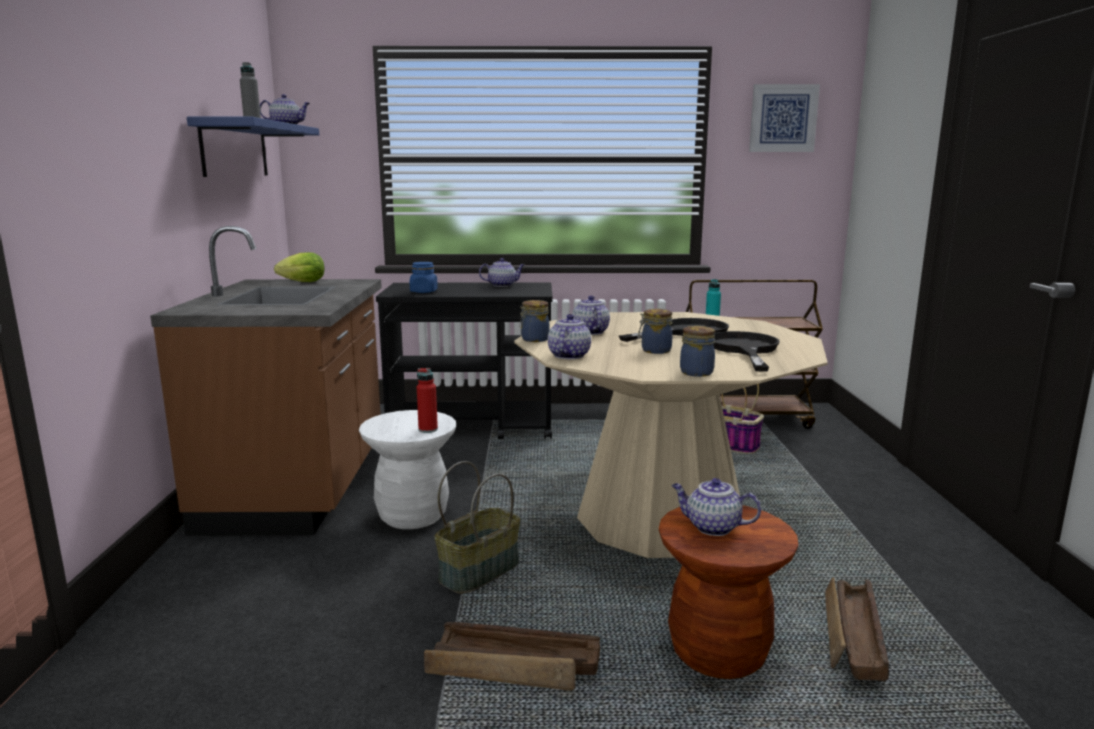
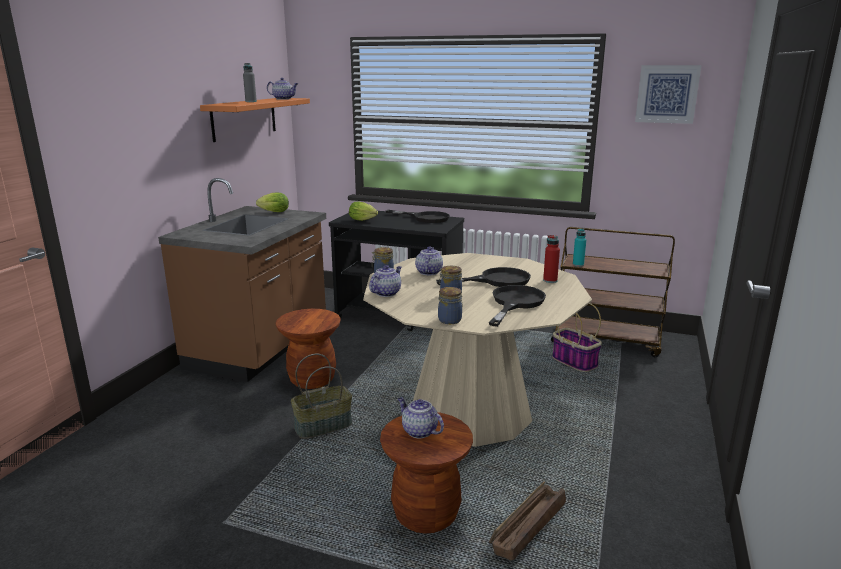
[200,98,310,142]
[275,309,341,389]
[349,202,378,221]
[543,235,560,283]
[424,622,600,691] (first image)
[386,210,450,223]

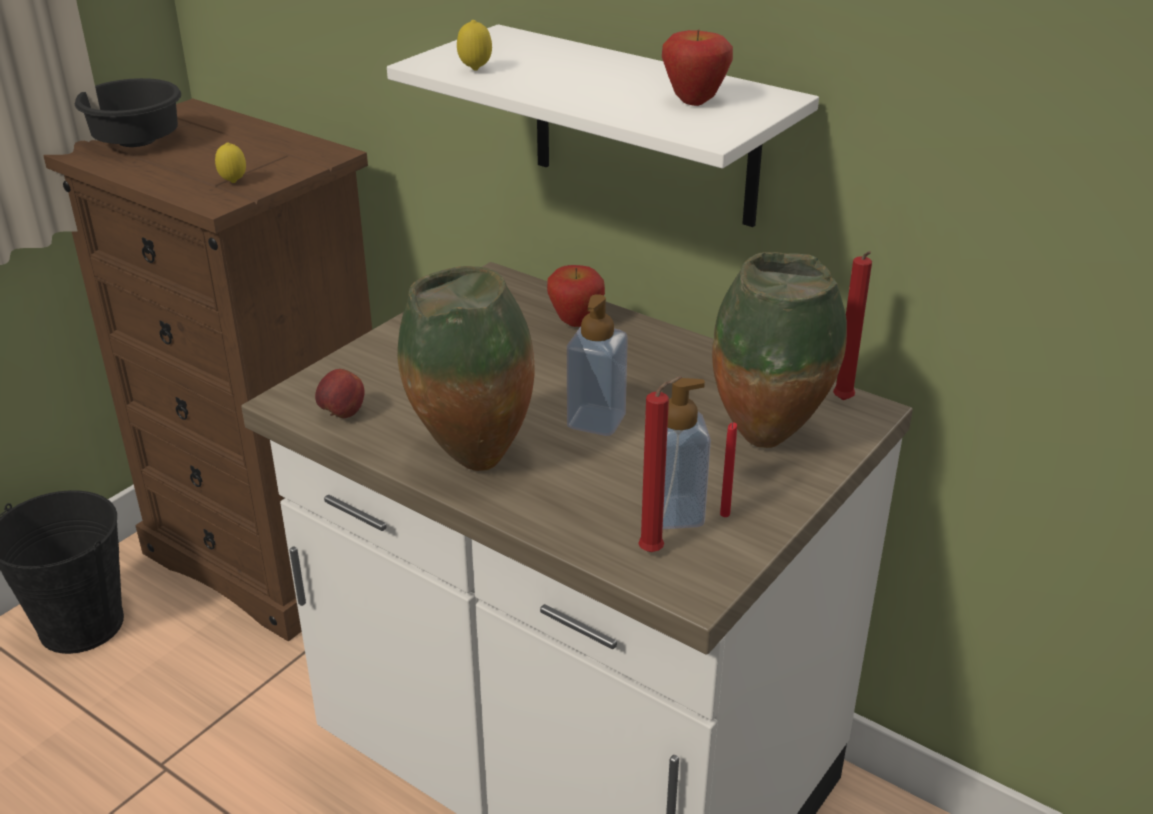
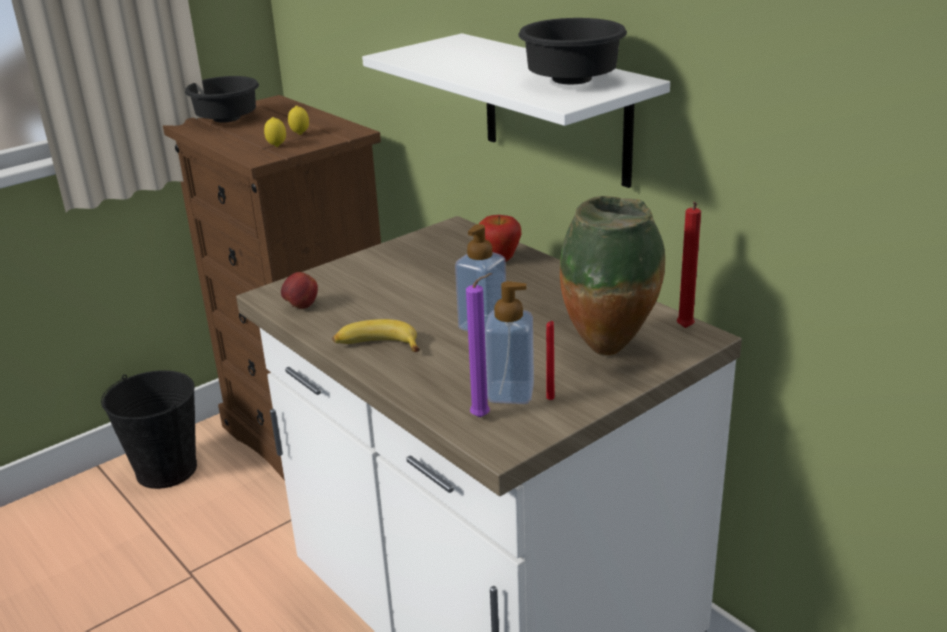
[332,319,420,352]
[288,106,309,135]
[466,273,492,417]
[519,18,627,84]

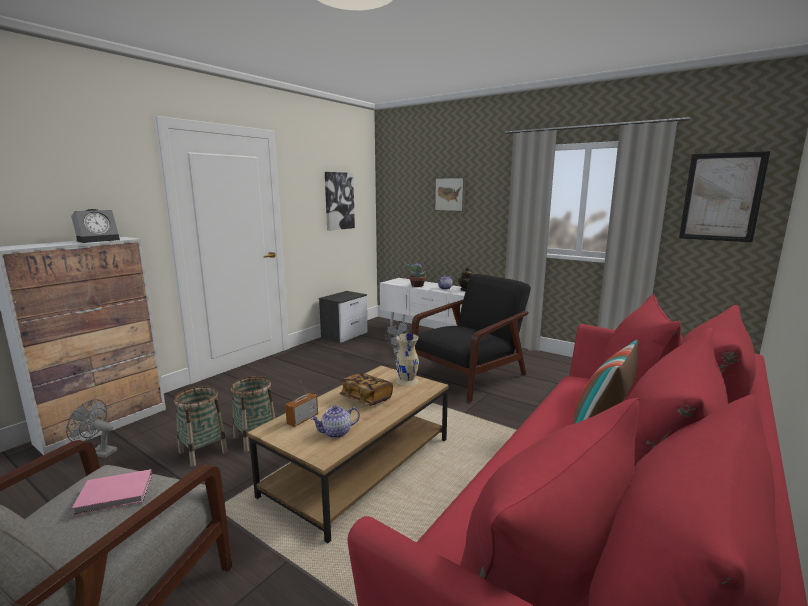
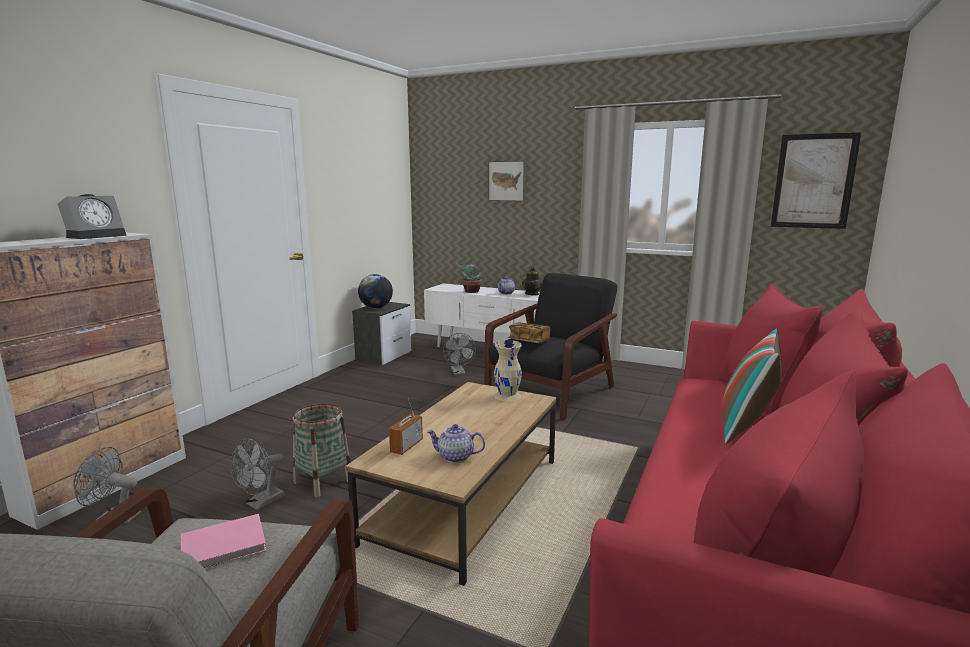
[230,438,285,510]
[427,424,485,463]
[325,172,355,231] (first image)
[508,323,551,343]
[358,274,393,308]

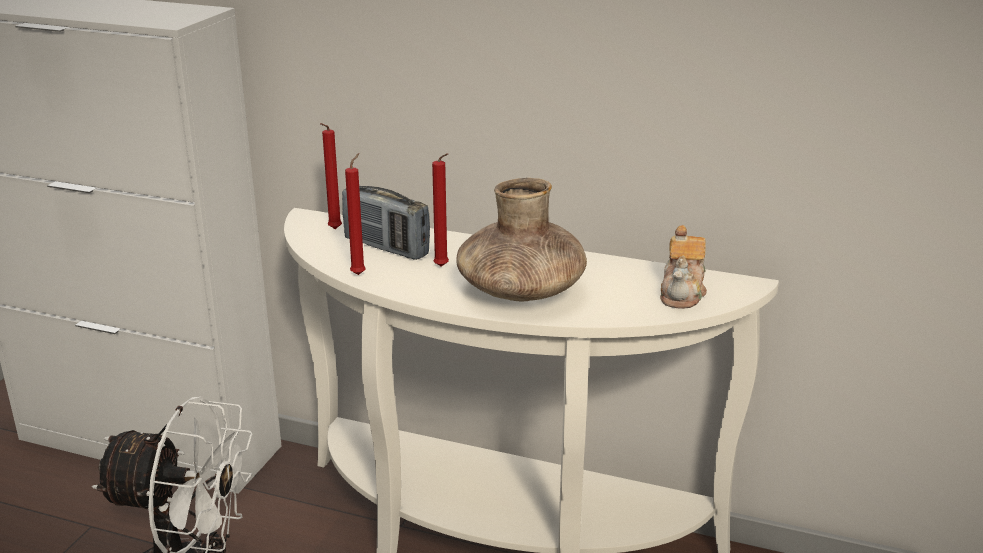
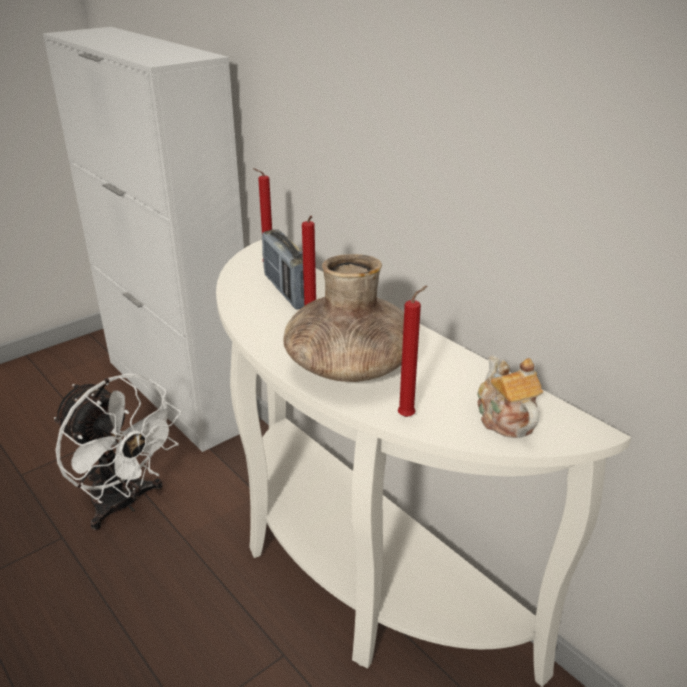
[398,286,427,417]
[477,355,543,438]

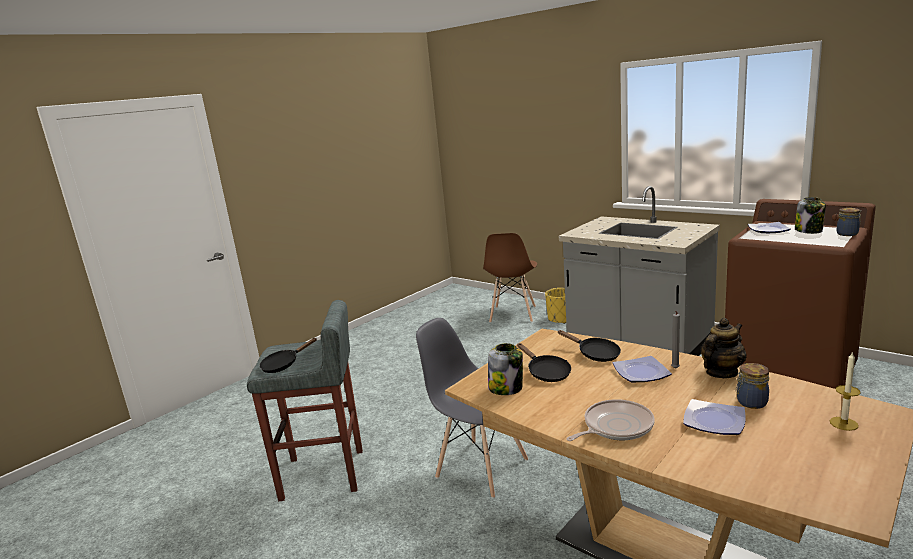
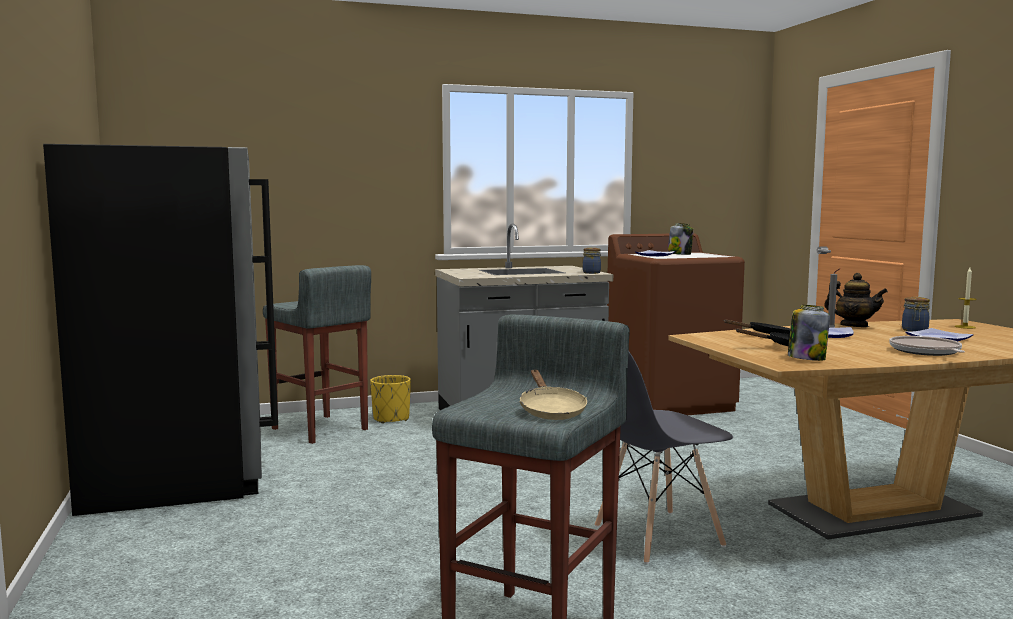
[519,370,587,420]
[263,265,371,444]
[824,273,888,327]
[583,247,601,274]
[43,144,278,516]

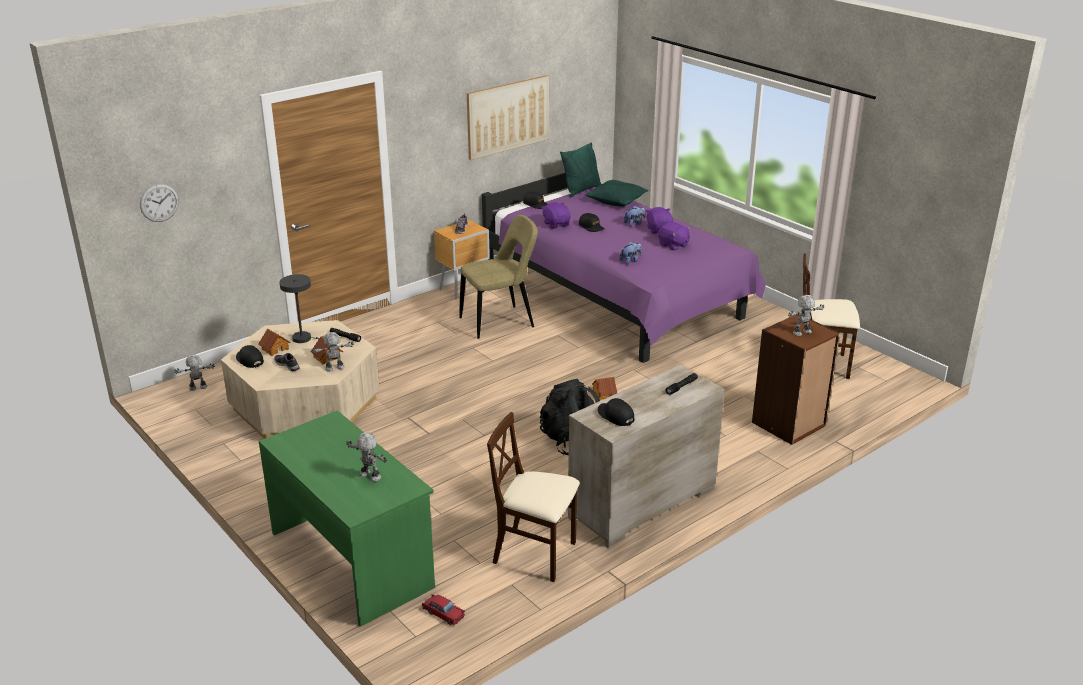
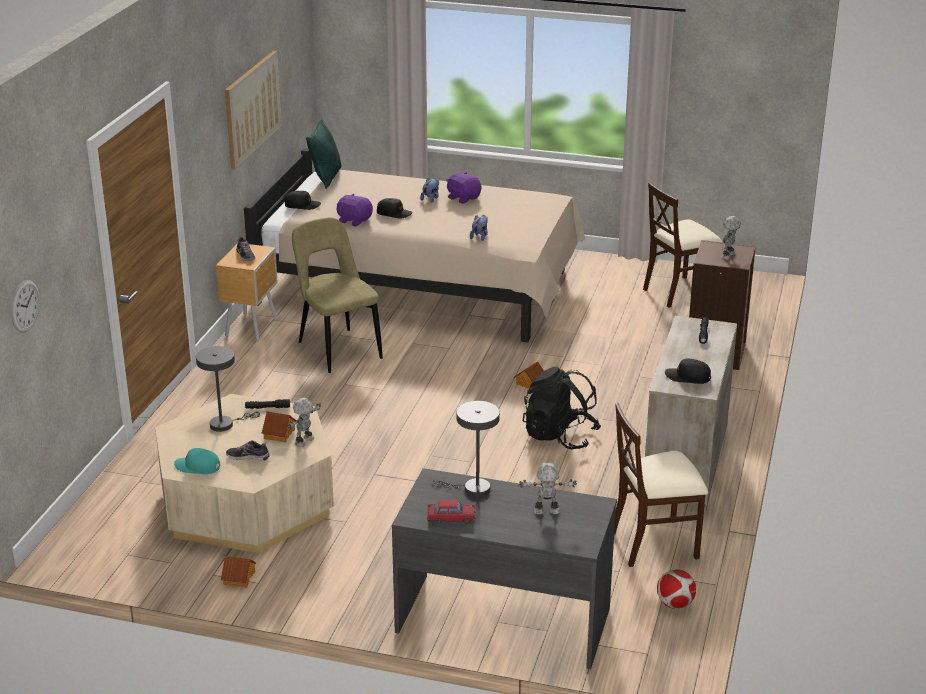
[174,354,215,391] (first image)
[174,448,220,474]
[221,556,256,588]
[392,468,617,669]
[427,499,476,524]
[292,217,383,373]
[244,148,585,342]
[585,180,649,207] (first image)
[658,222,690,251] (first image)
[433,401,500,497]
[657,569,696,609]

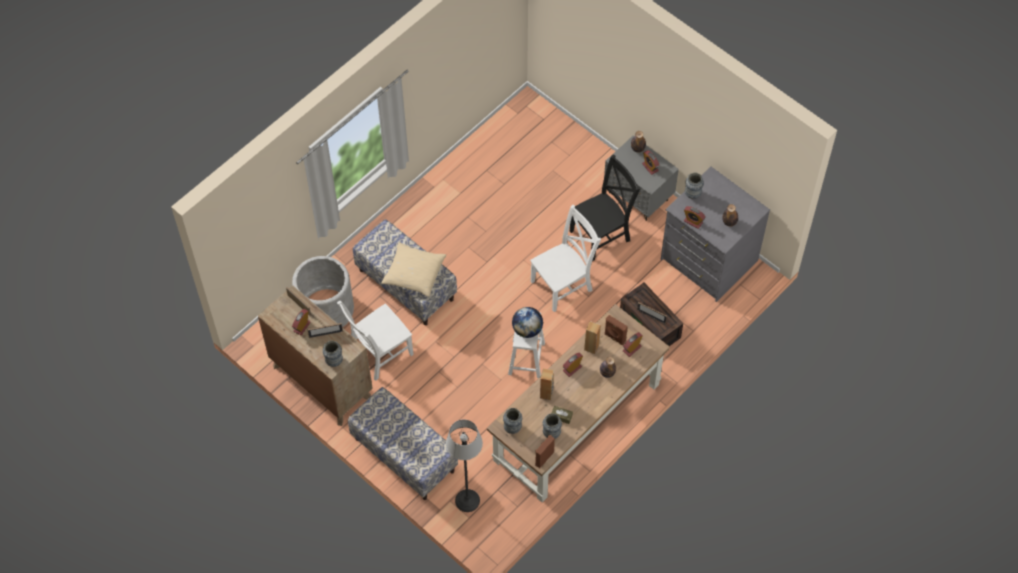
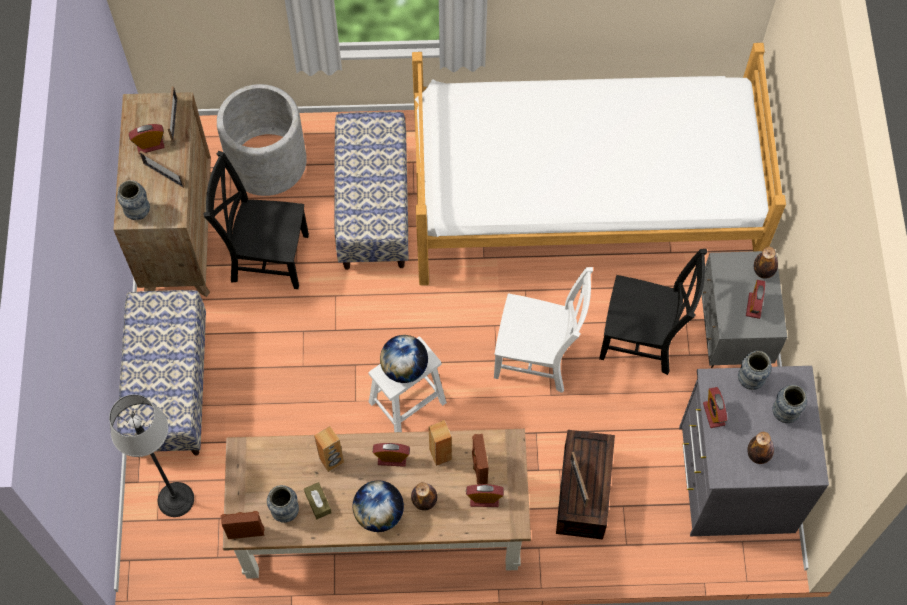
[204,151,309,289]
[381,242,446,297] (first image)
[772,385,807,423]
[353,481,404,532]
[412,43,786,285]

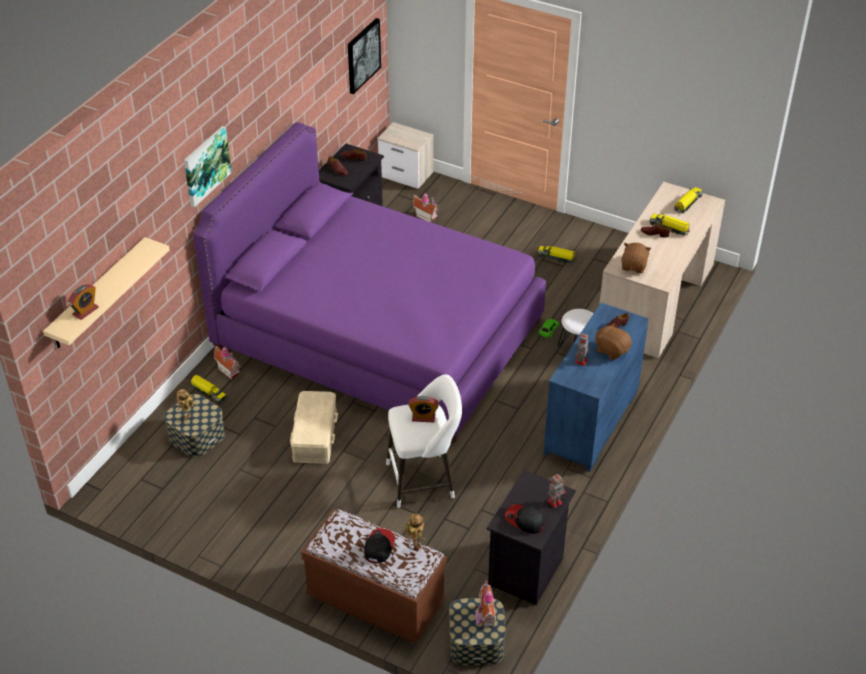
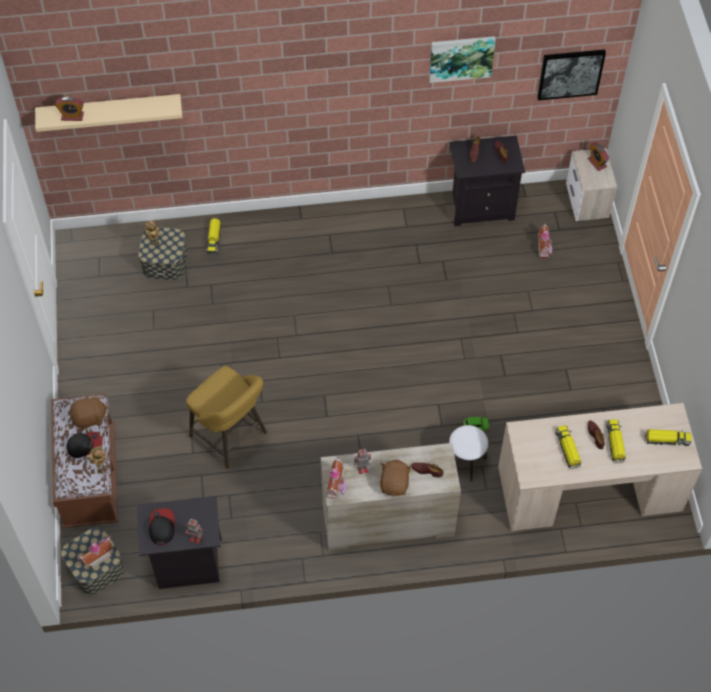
[429,36,496,83]
[193,122,546,444] (first image)
[326,457,347,499]
[290,391,338,464] (first image)
[186,366,267,469]
[588,142,609,171]
[556,425,581,469]
[321,443,461,551]
[70,394,108,429]

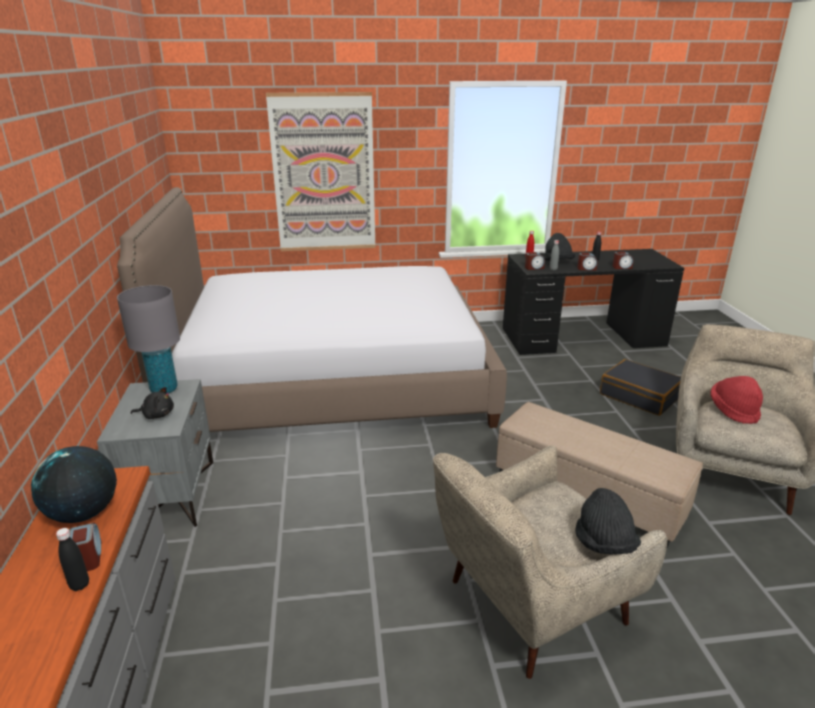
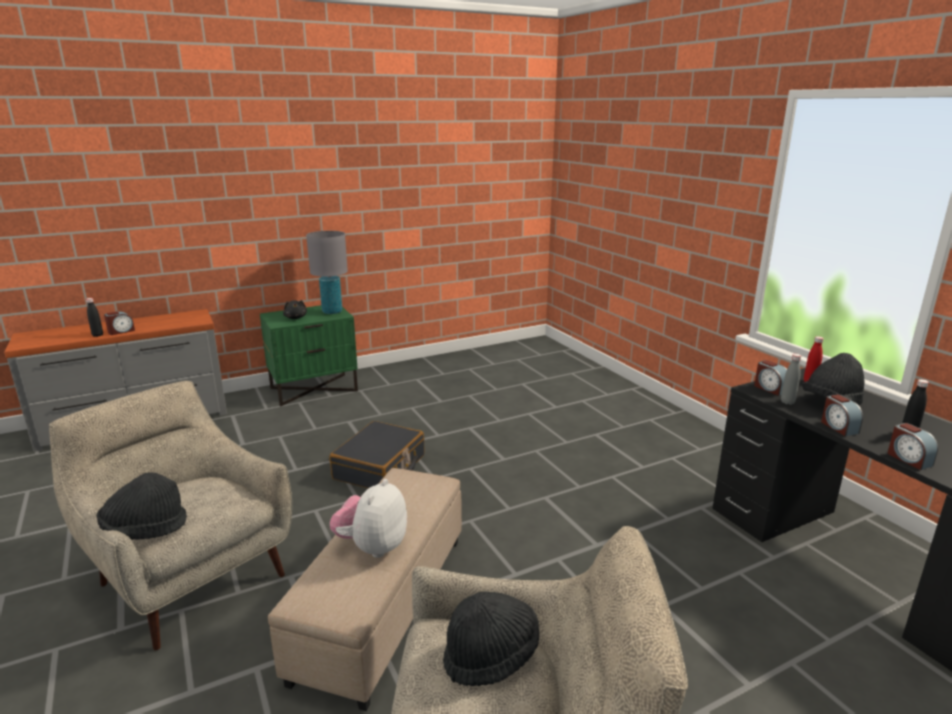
[31,446,117,523] (first image)
[260,305,358,406]
[117,187,507,432] (first image)
[266,92,376,251] (first image)
[329,421,424,488]
[443,591,539,686]
[330,479,407,558]

